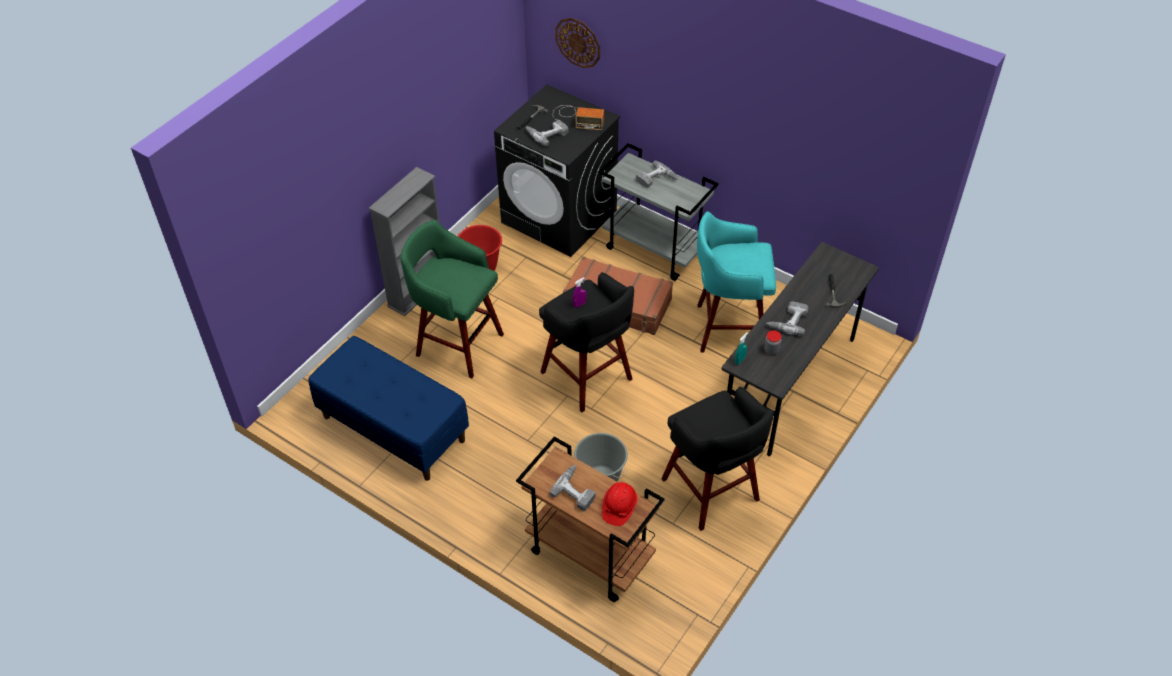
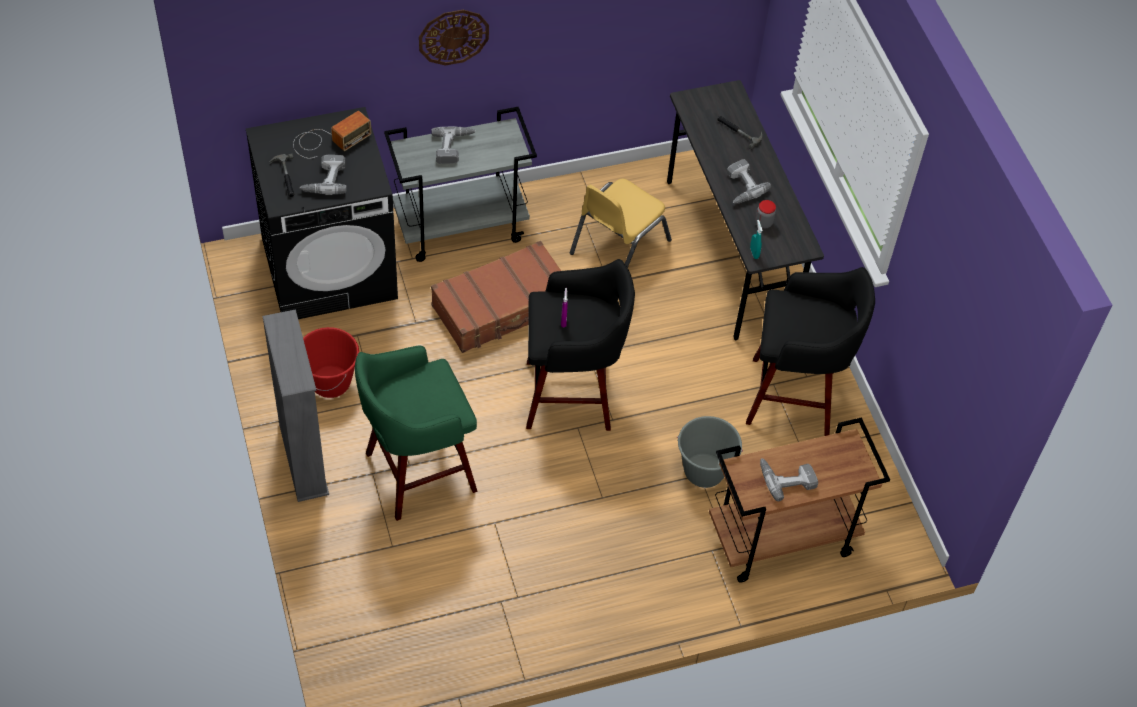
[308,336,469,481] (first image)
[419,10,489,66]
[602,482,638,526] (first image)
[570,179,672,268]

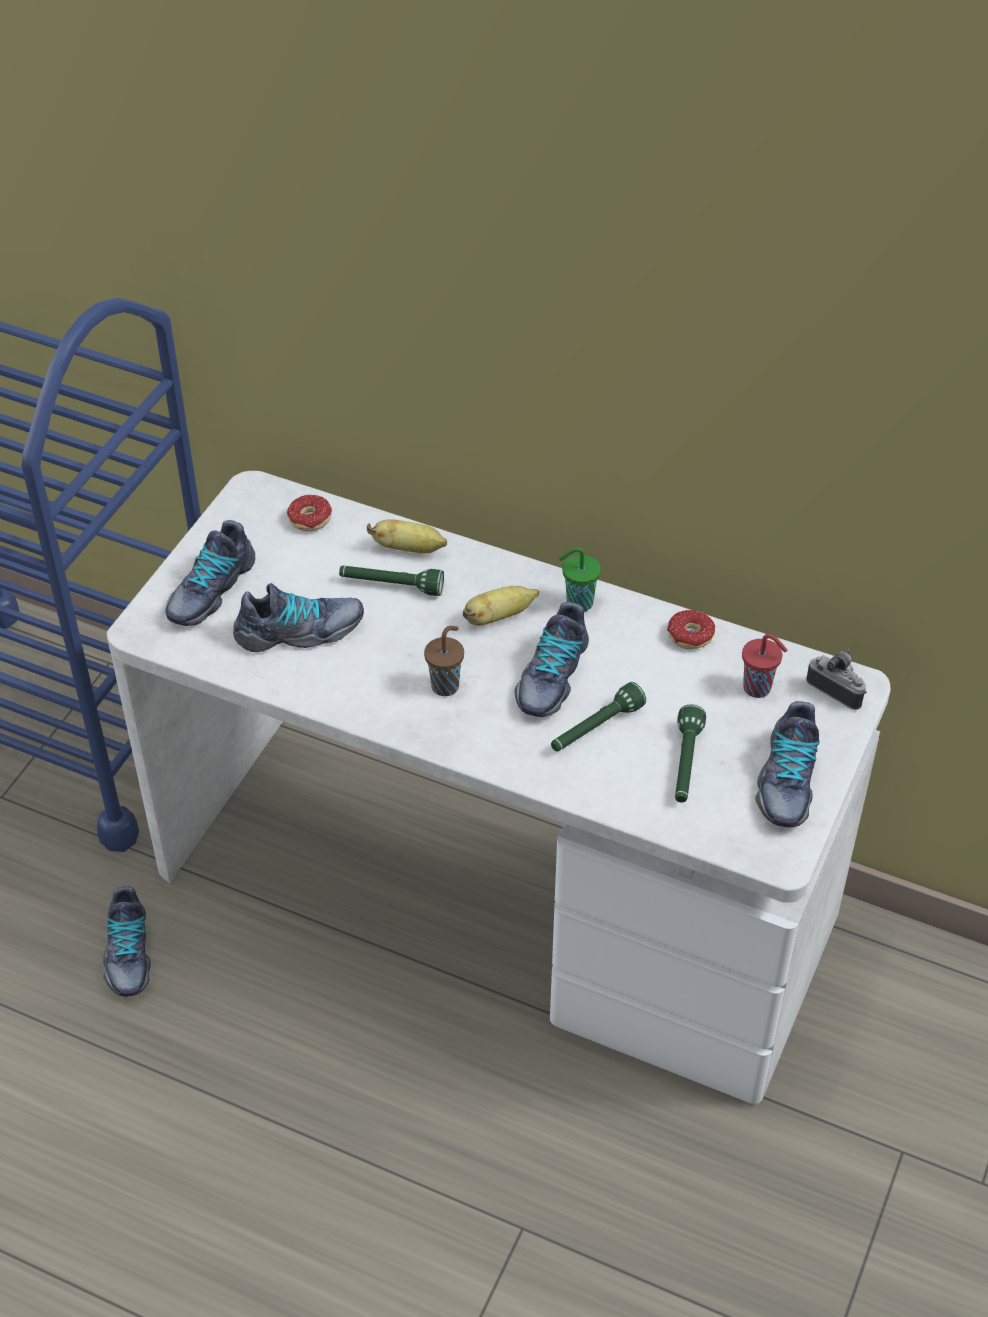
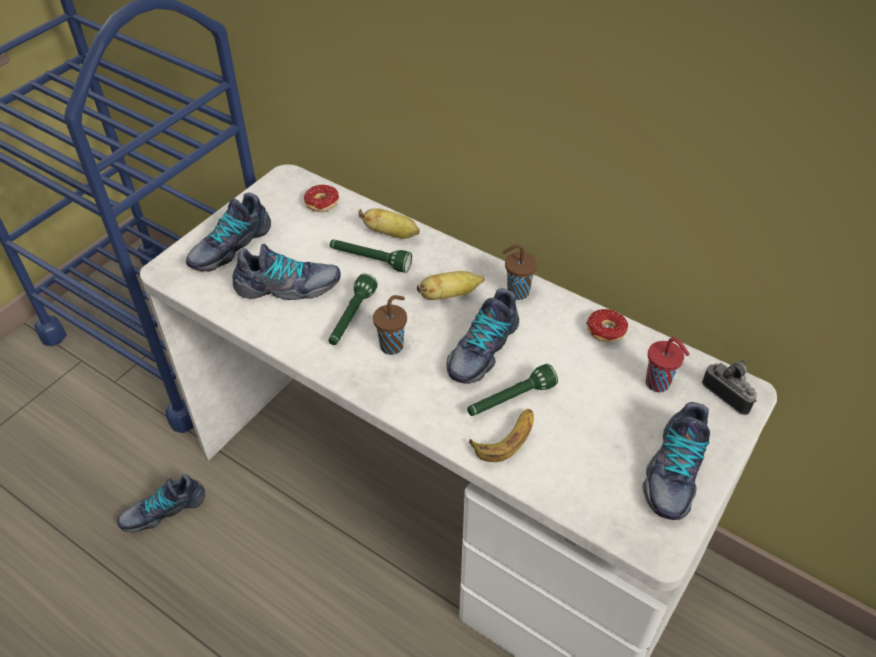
[117,474,205,533]
[502,244,537,300]
[328,274,378,345]
[469,409,534,462]

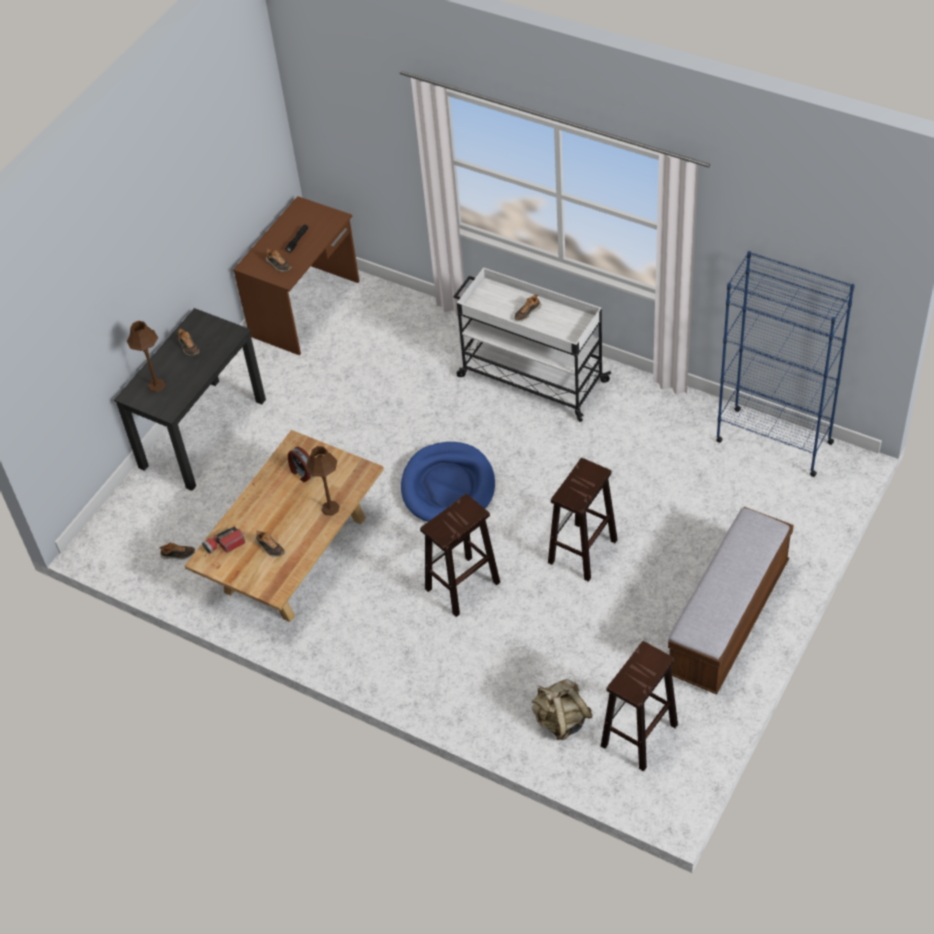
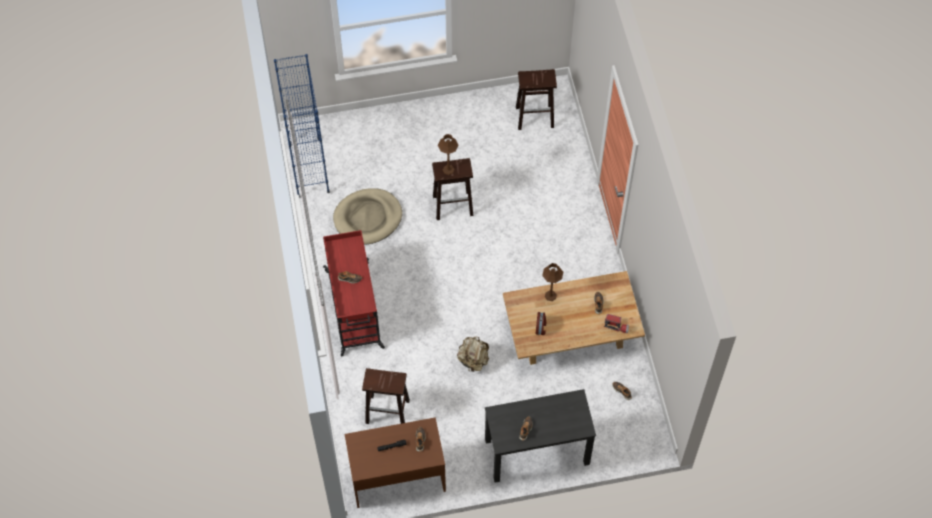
[438,134,459,175]
[401,442,495,522] (first image)
[362,368,410,424]
[323,230,385,357]
[457,337,489,372]
[668,507,794,695] (first image)
[333,188,402,244]

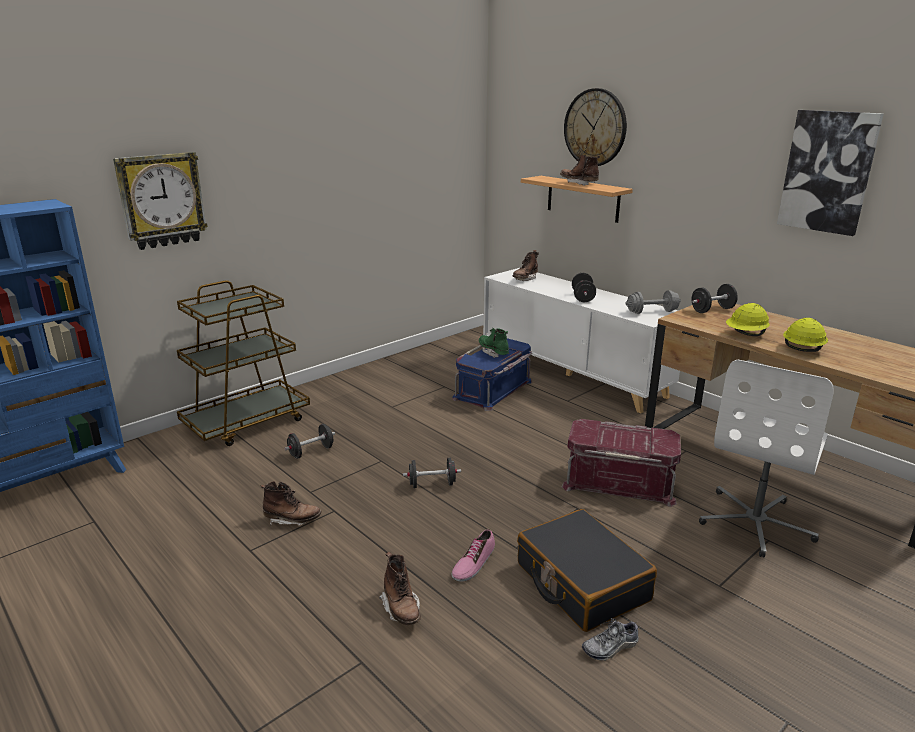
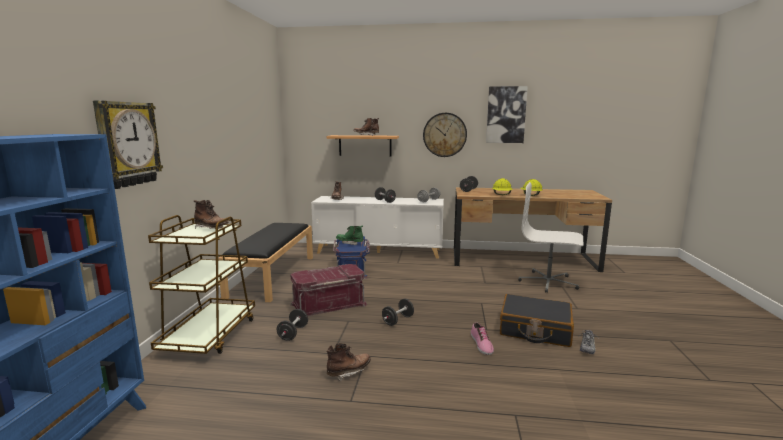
[194,200,229,229]
[291,264,367,316]
[423,113,467,157]
[518,182,583,293]
[218,223,313,302]

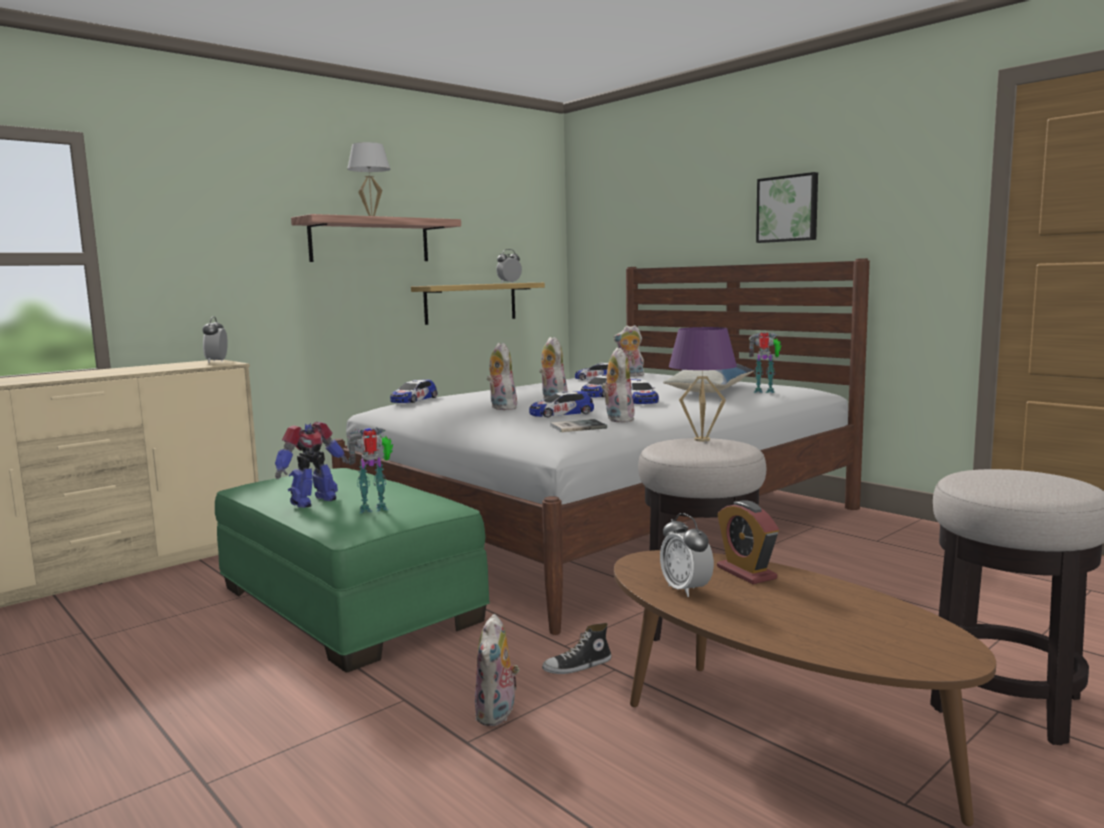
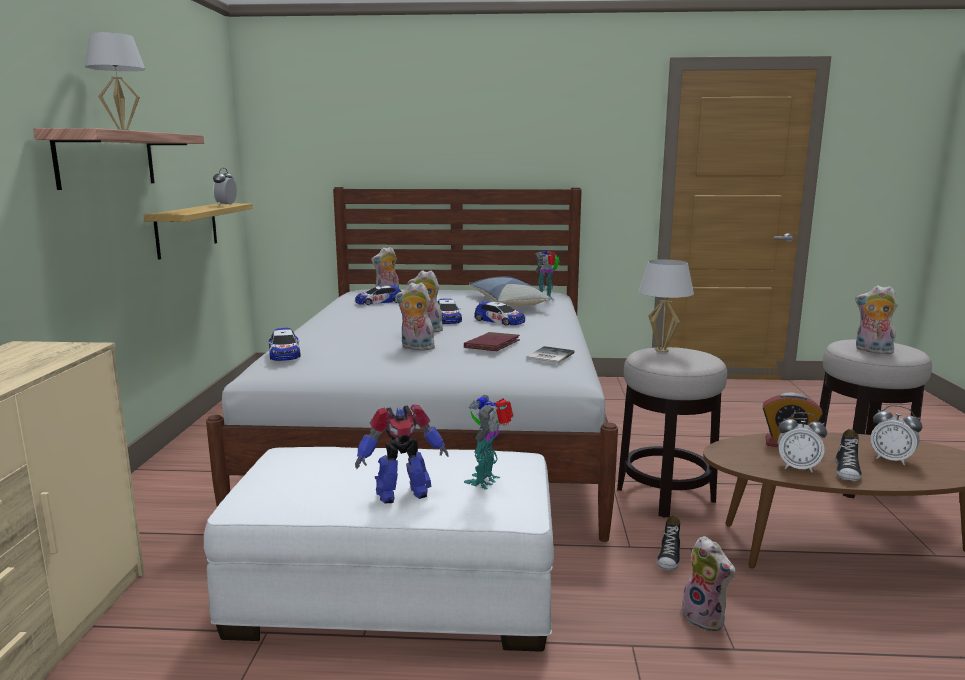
[871,405,922,465]
[204,447,554,652]
[355,404,449,503]
[464,332,520,351]
[855,285,898,354]
[638,259,694,353]
[756,172,818,243] (first image)
[836,429,862,481]

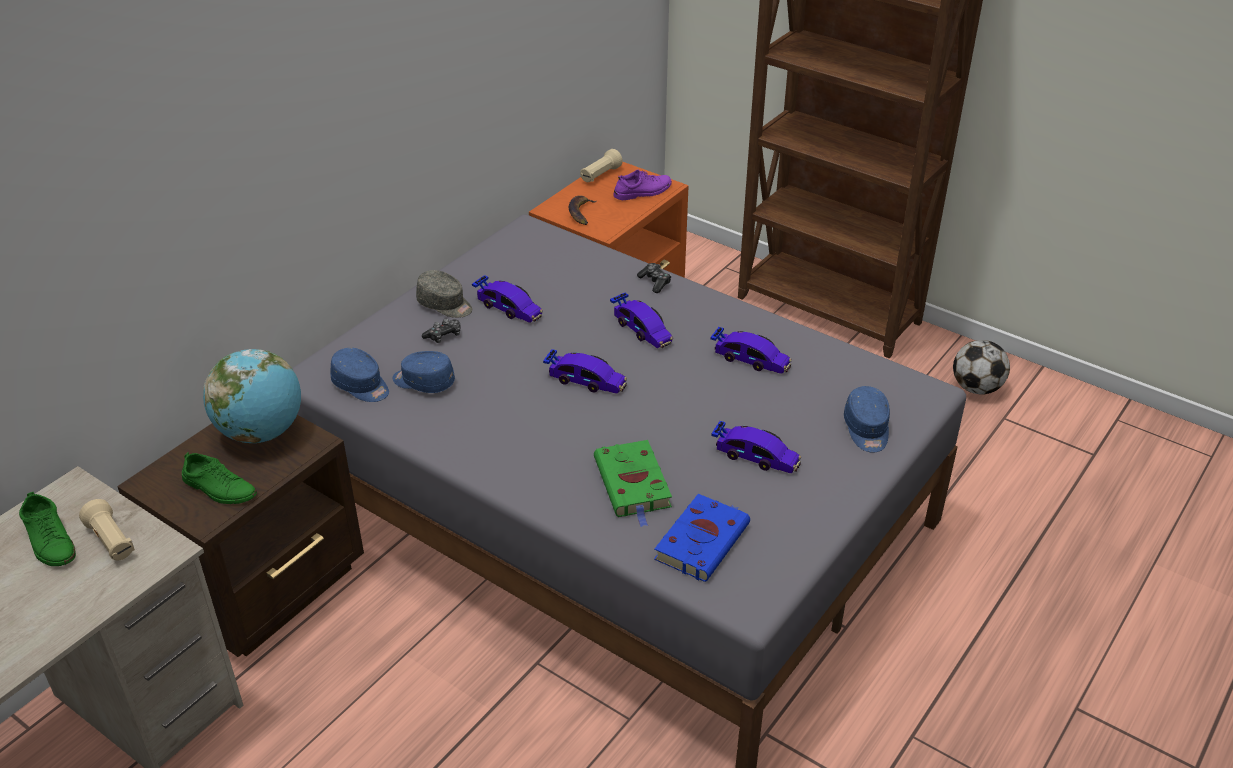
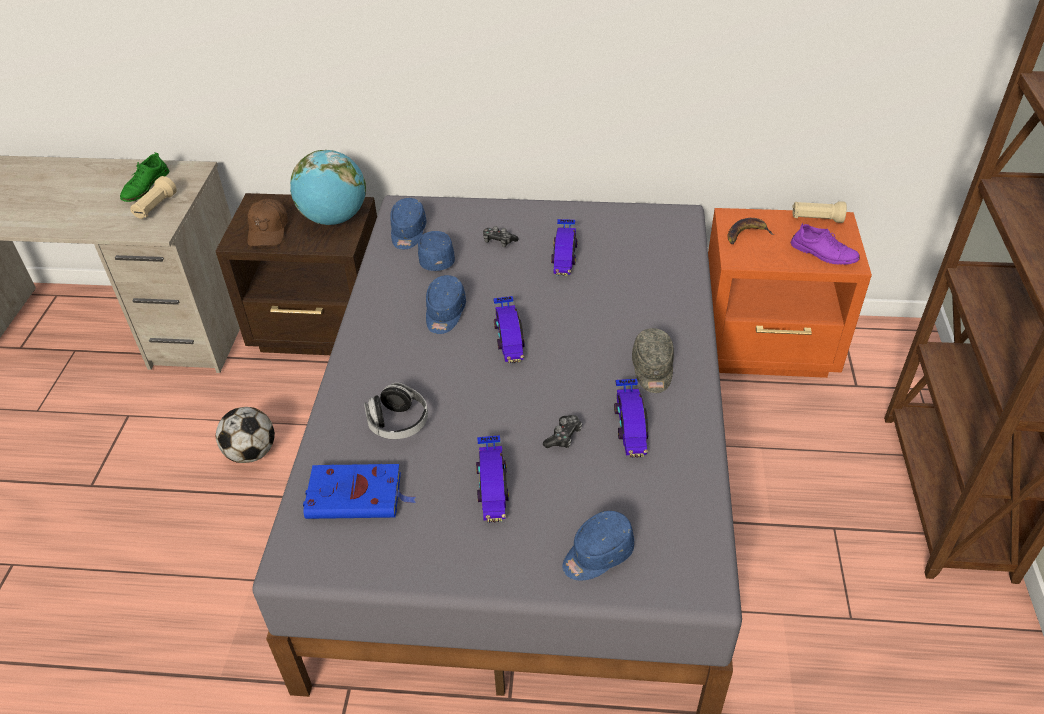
[247,199,288,246]
[632,328,674,393]
[364,383,428,439]
[610,293,673,348] (first image)
[543,415,582,448]
[215,407,275,463]
[426,275,466,334]

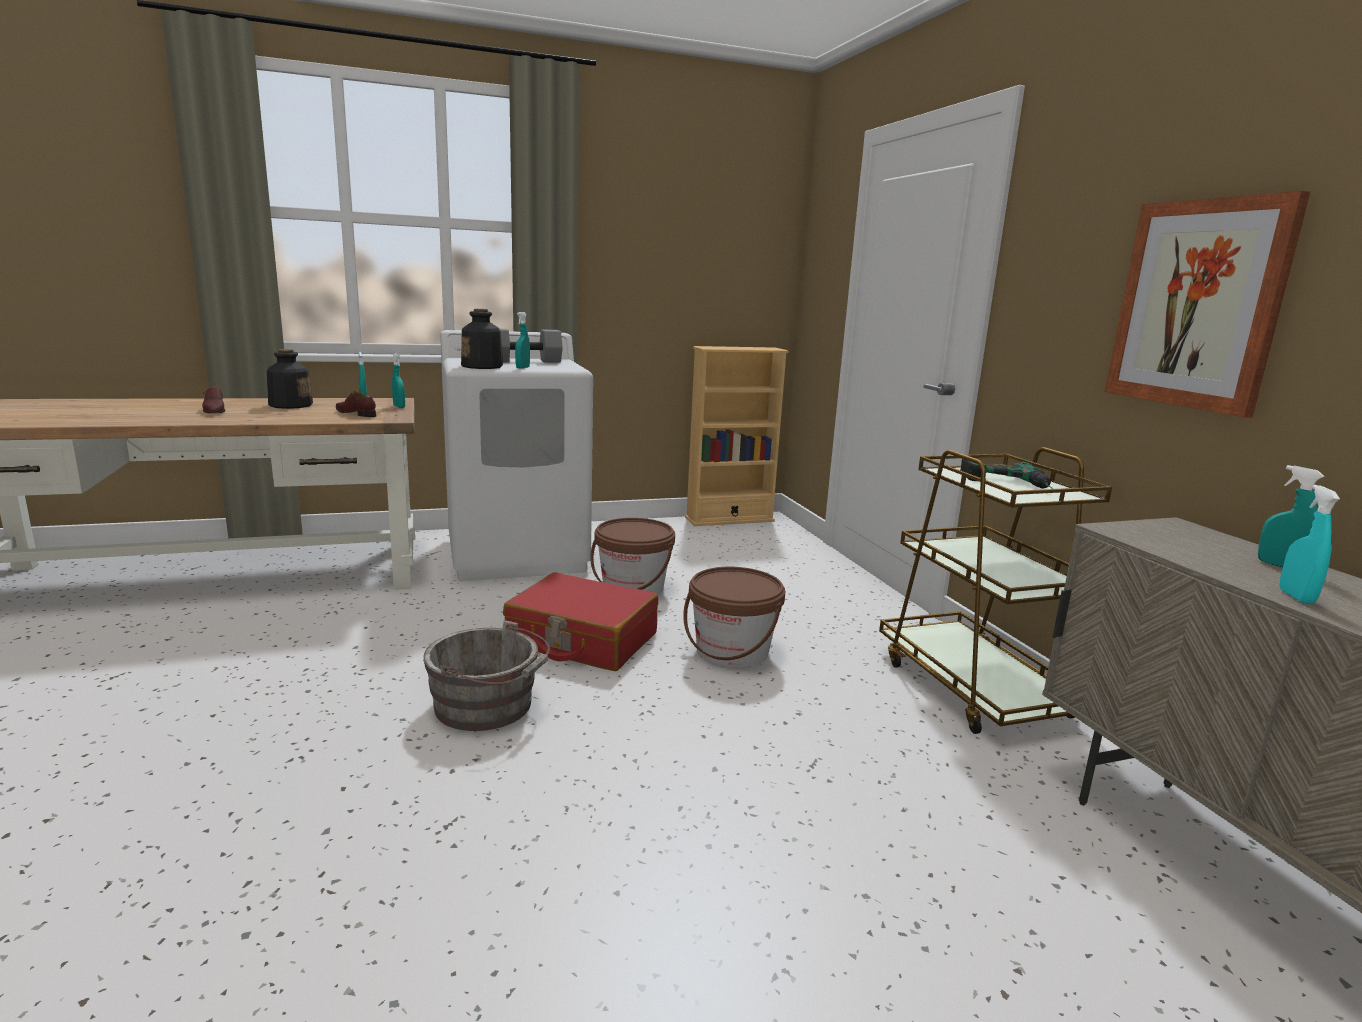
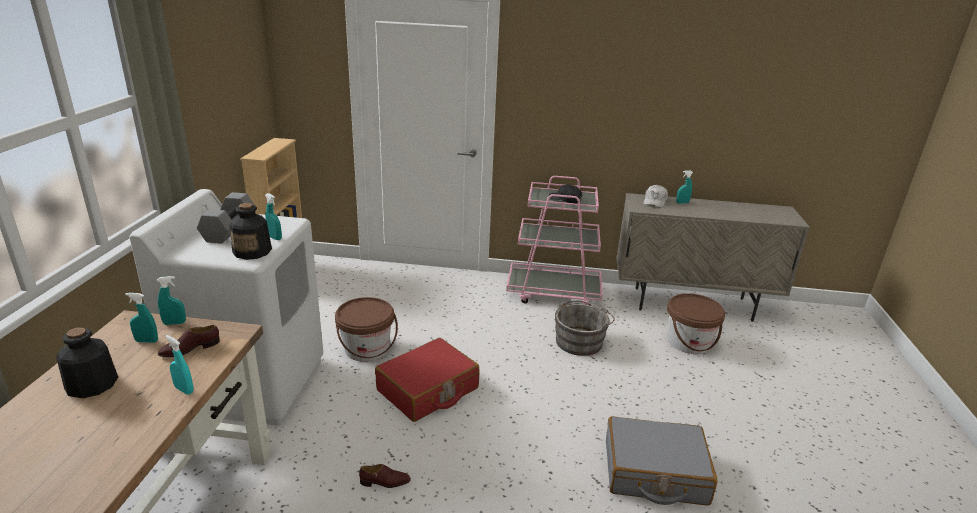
[359,464,411,488]
[555,301,615,356]
[667,293,725,354]
[506,176,603,305]
[549,185,582,203]
[1105,191,1310,417] (first image)
[165,335,193,395]
[606,416,718,505]
[643,185,668,208]

